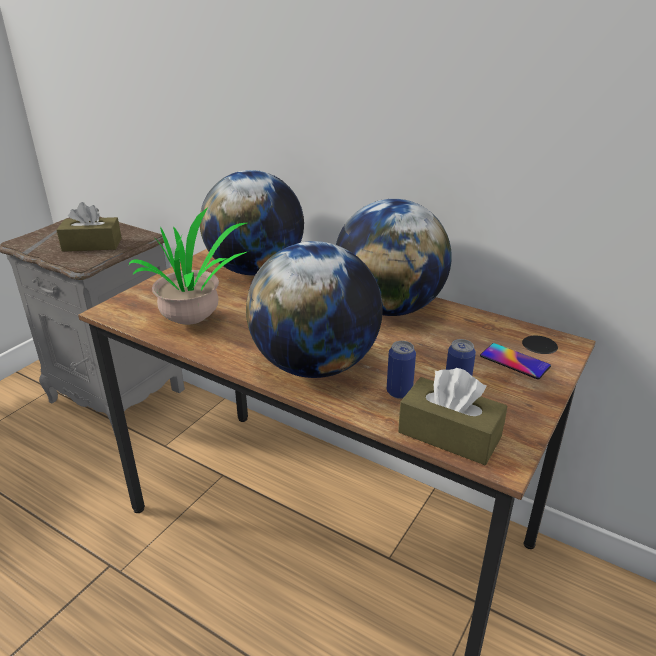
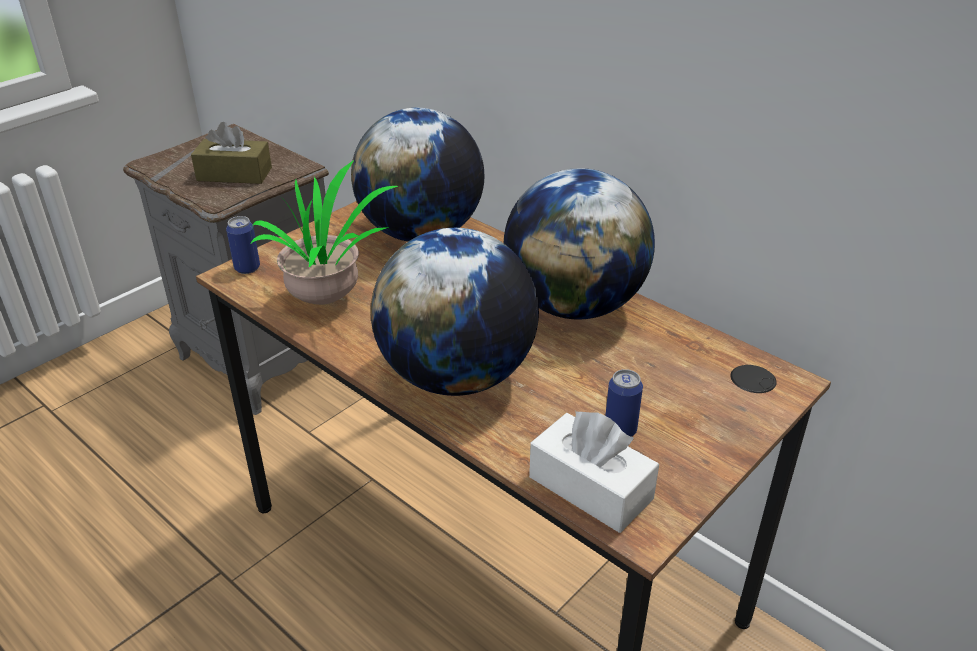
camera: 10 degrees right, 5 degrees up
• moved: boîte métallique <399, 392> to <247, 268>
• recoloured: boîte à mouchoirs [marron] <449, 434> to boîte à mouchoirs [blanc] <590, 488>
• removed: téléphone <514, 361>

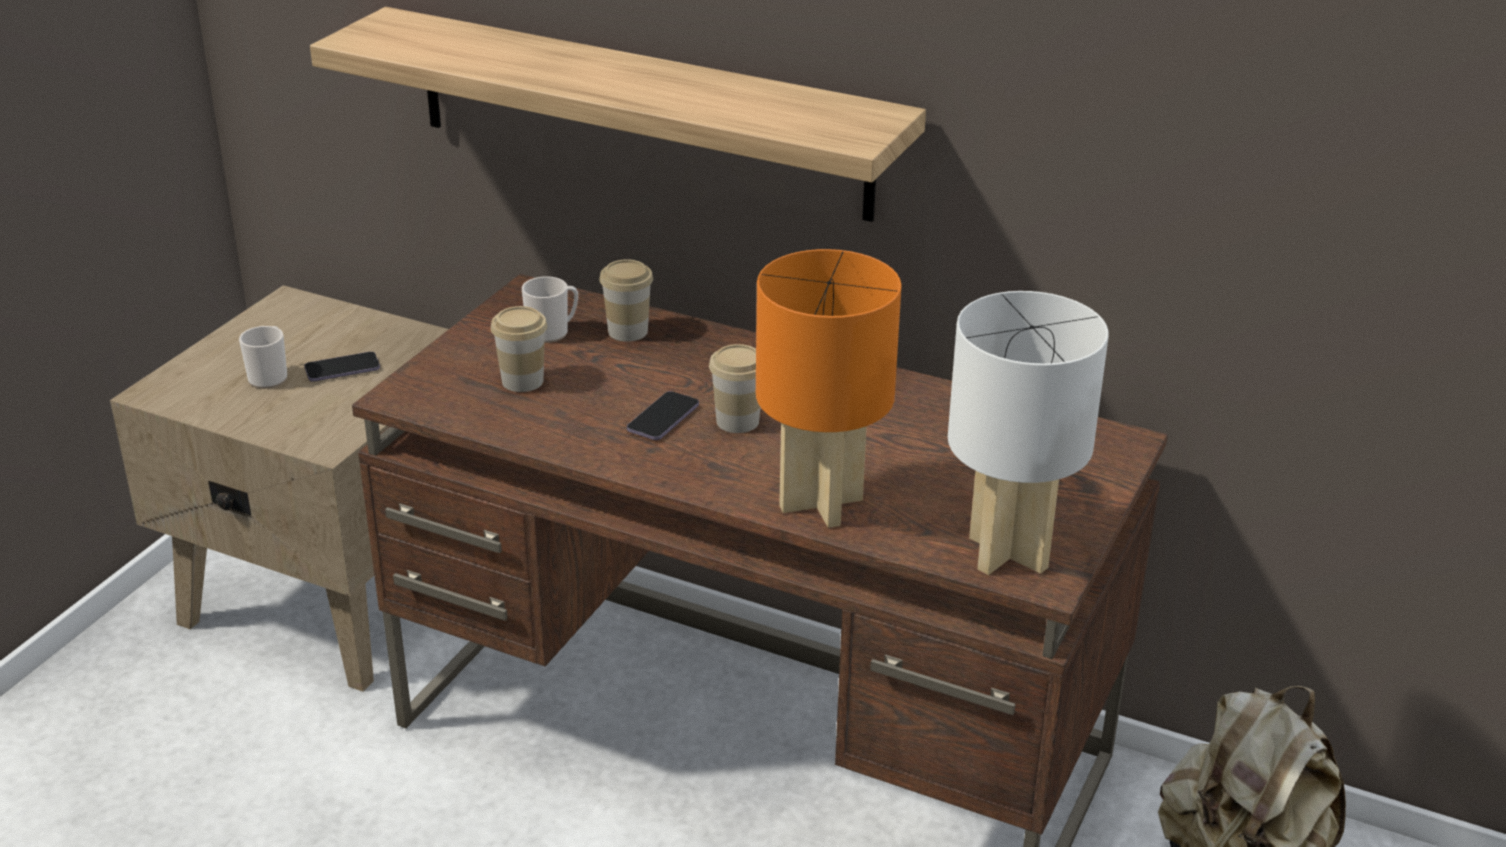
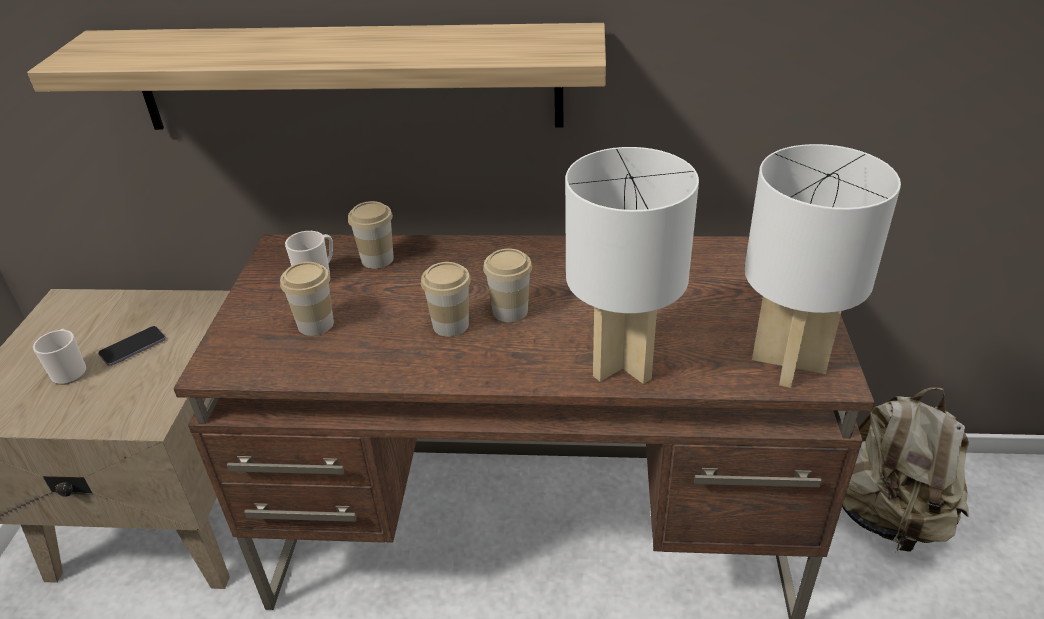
camera: 20 degrees left, 5 degrees up
• replaced: téléphone <663, 418> to tasse <450, 325>
• recoloured: lampe de table [orange] <819, 502> to lampe de table [blanc] <621, 363>

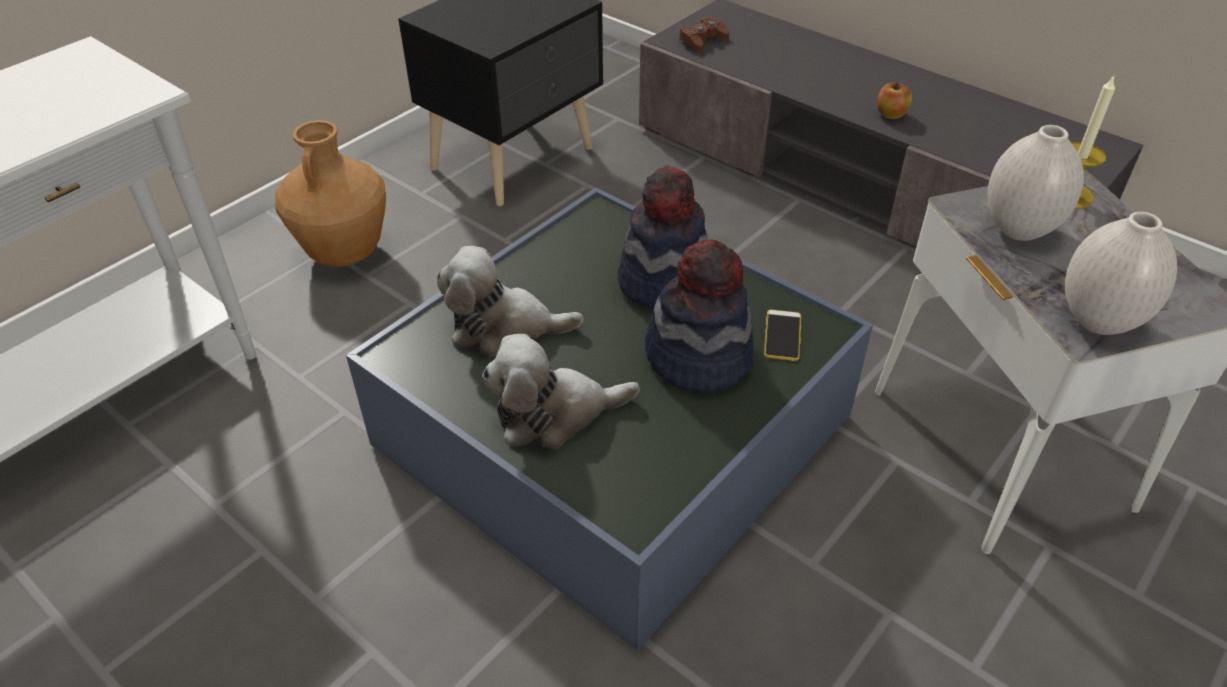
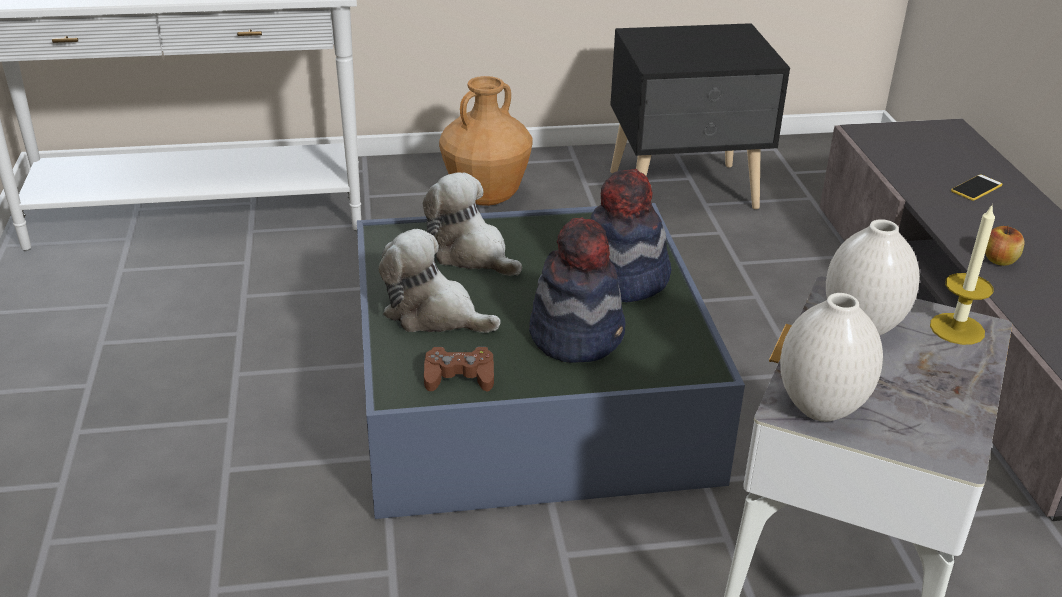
camera: 40 degrees right, 10 degrees down
• moved: manette [marron] <703, 41> to <459, 376>
• moved: téléphone <782, 336> to <976, 188>

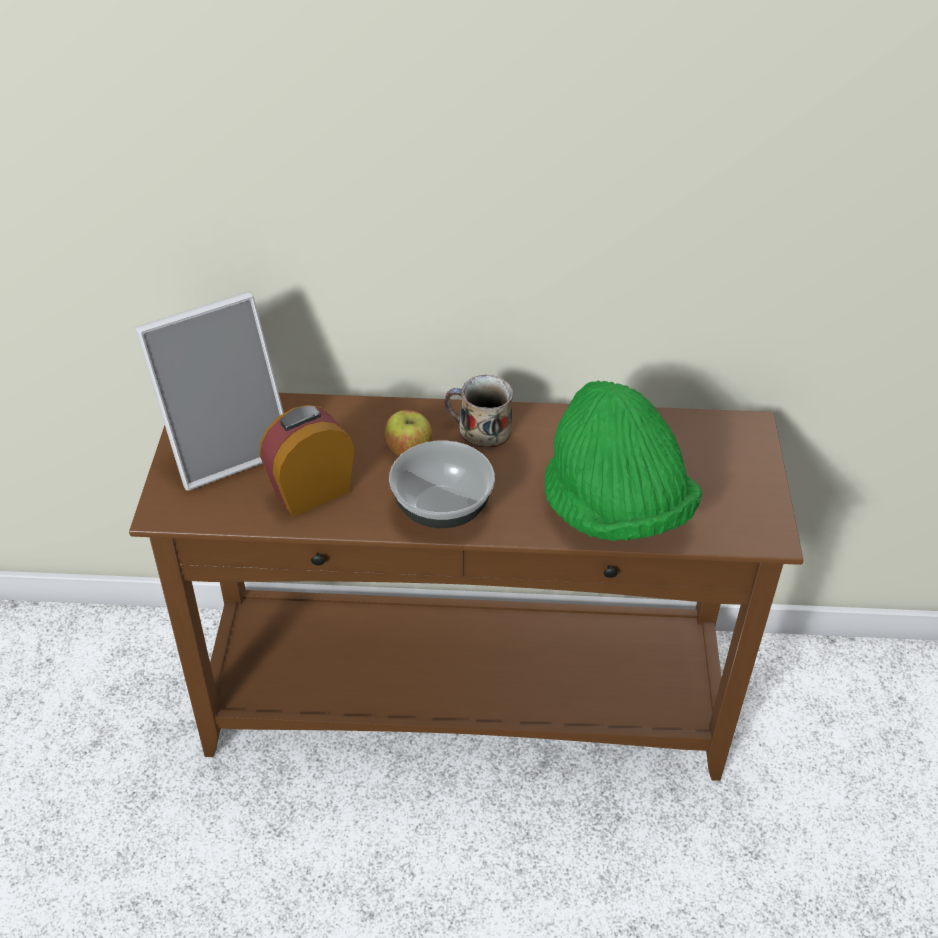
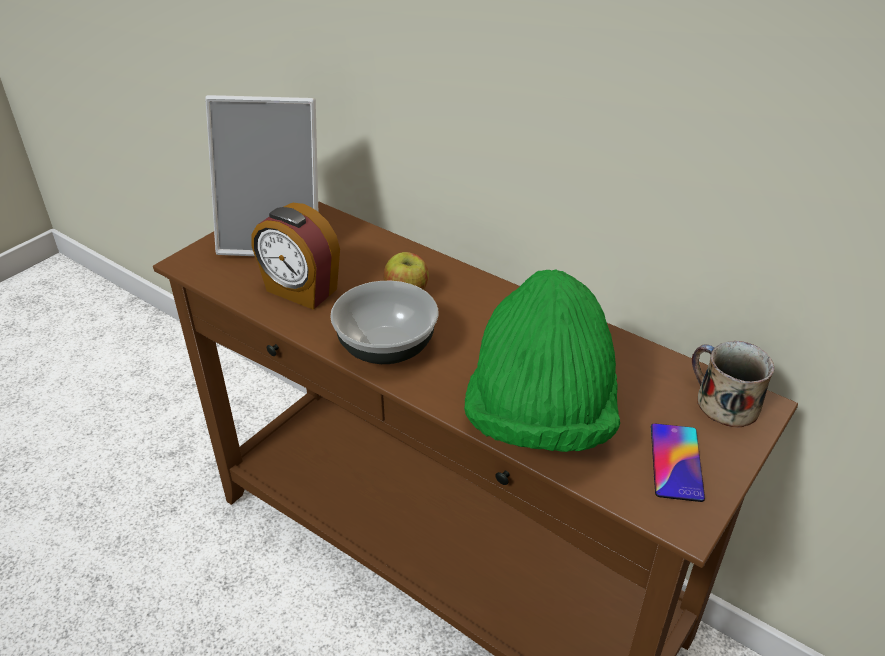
camera: 35 degrees right, 5 degrees down
• turned: réveil <310, 491> = <300, 291> 150 degrees counterclockwise
• added: téléphone <676, 462>
• moved: mug <481, 430> to <724, 403>

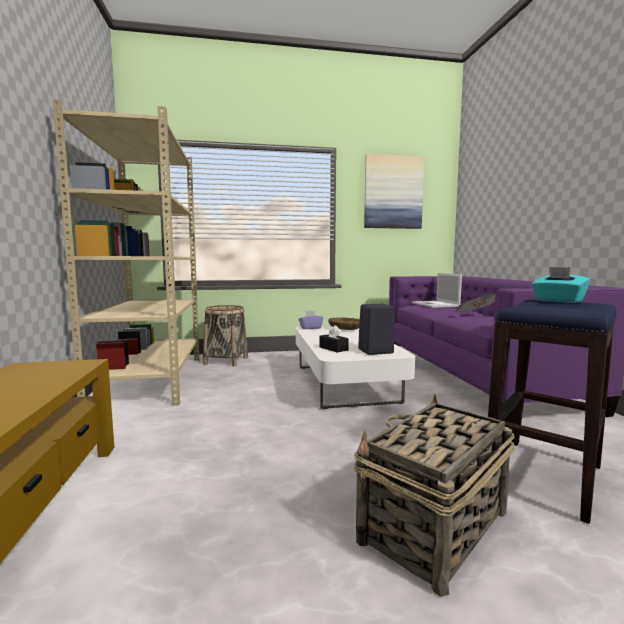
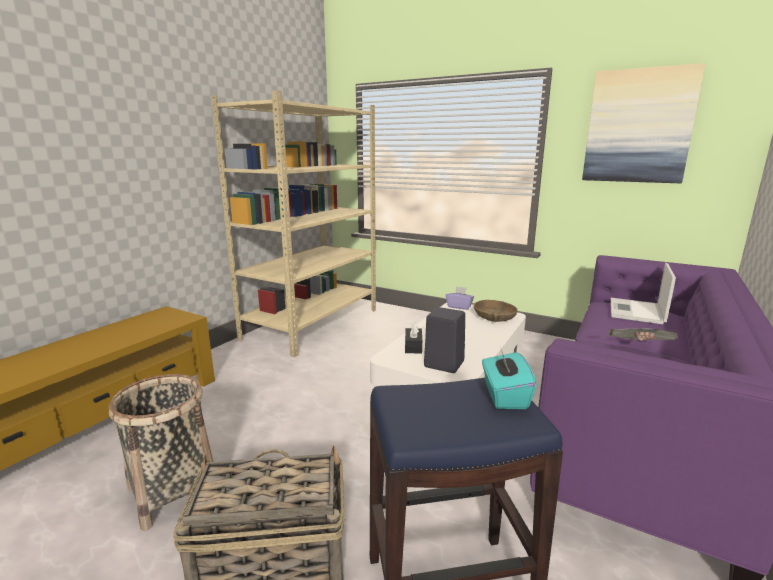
camera: 40 degrees right, 10 degrees up
• moved: panier <226, 361> to <173, 491>

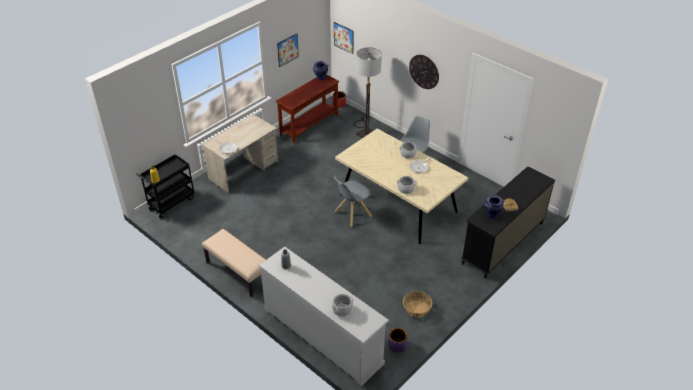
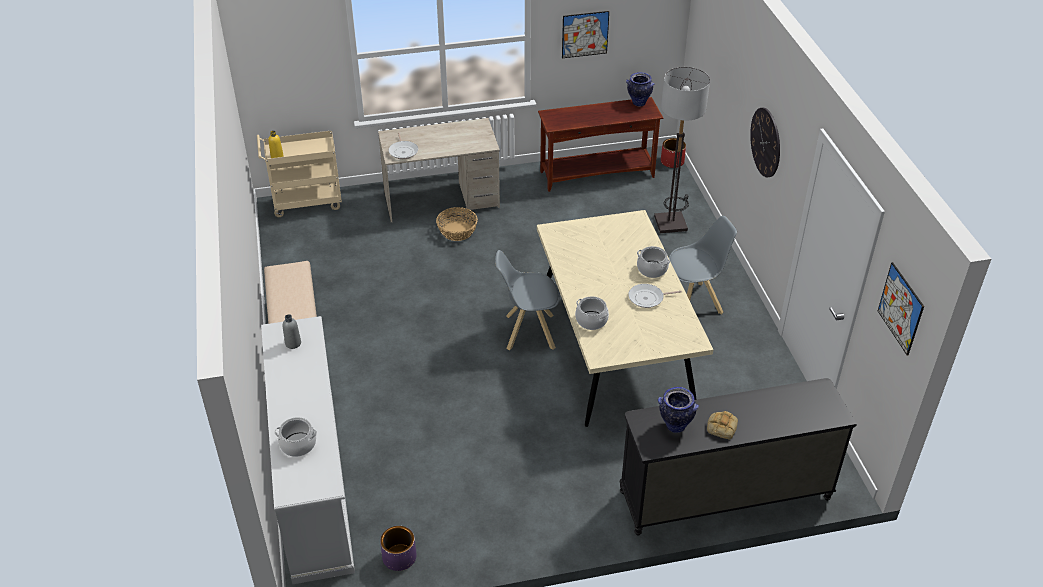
camera: 35 degrees right, 0 degrees up
• recoloured: chariot [noir] <171, 205> to chariot [beige] <305, 205>
• moved: panier <416, 309> to <457, 231>
• moved: tableau <343, 38> to <900, 308>

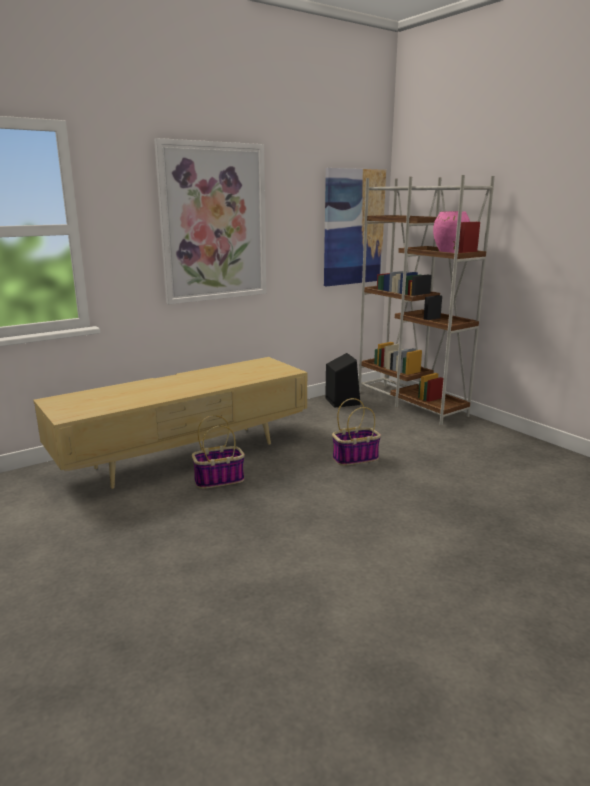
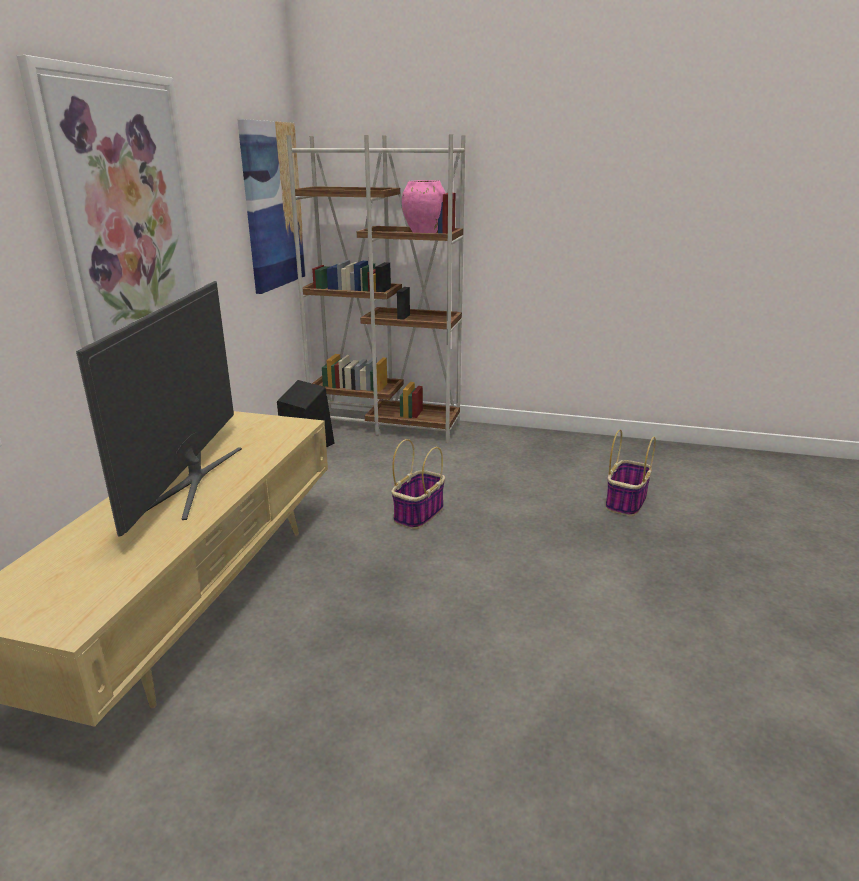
camera: 40 degrees left, 5 degrees up
• added: téléviseur <191, 479>
• moved: panier <219, 480> to <626, 501>

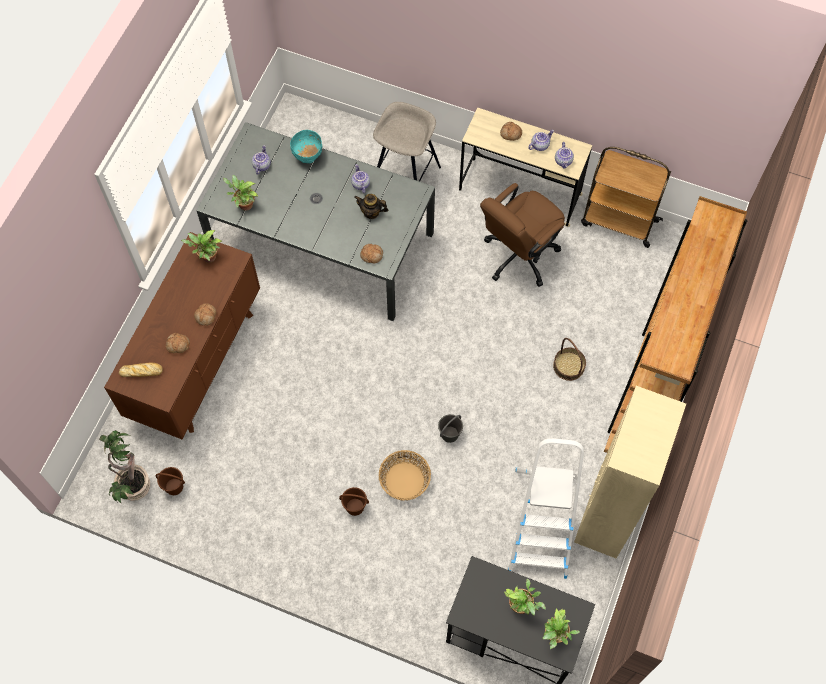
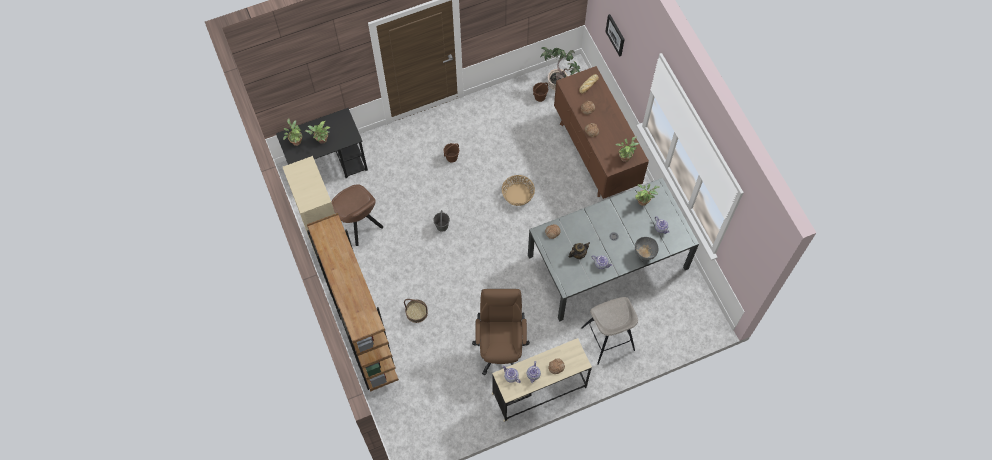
camera: 135 degrees right, 0 degrees up
• replaced: escabeau [blanc] <540, 522> to chaise [marron] <359, 224>
• moved: panier <404, 481> to <518, 194>
• added: tableau <615, 35>
• recoloured: bol [turquoise] <308, 157> to bol [gris] <644, 254>
• removed: chariot [marron] <618, 222>

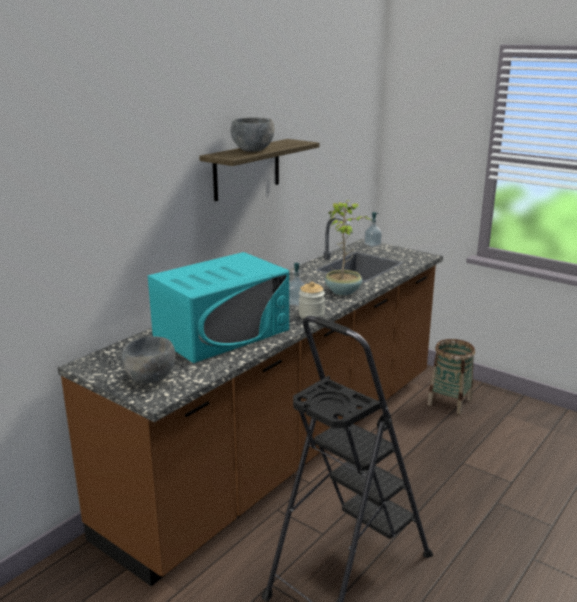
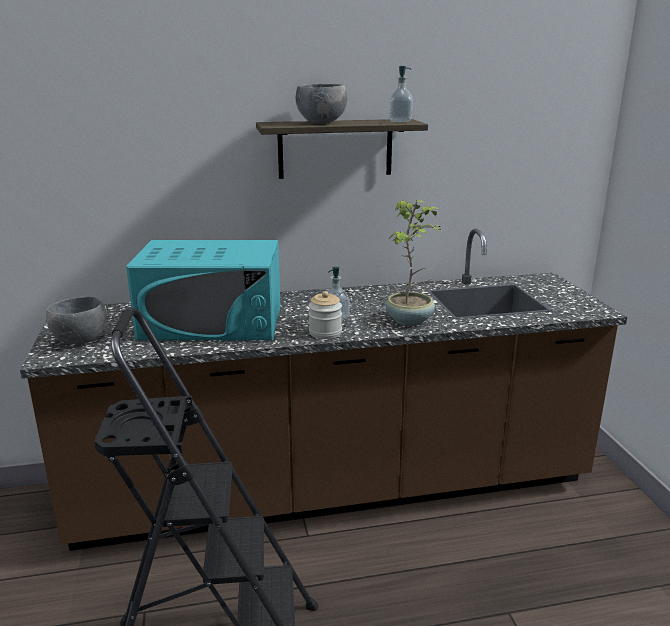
camera: 40 degrees right, 0 degrees up
• moved: distributeur de savon <372, 245> to <400, 121>
• removed: panier <449, 402>

